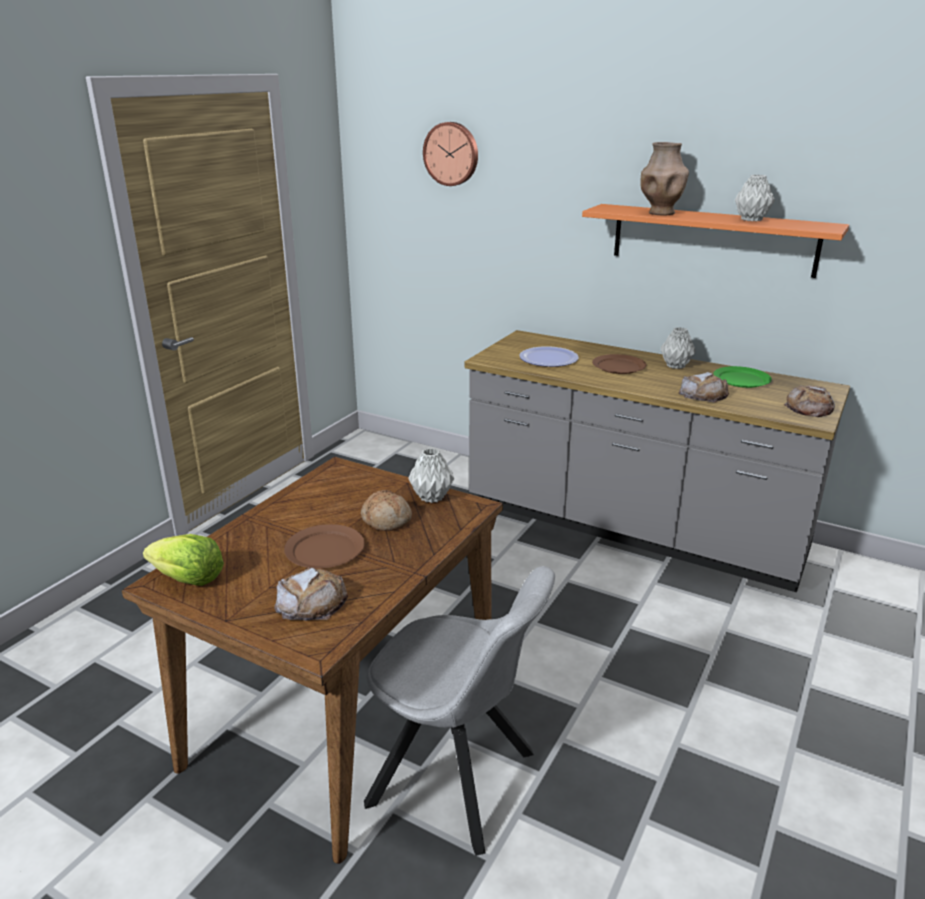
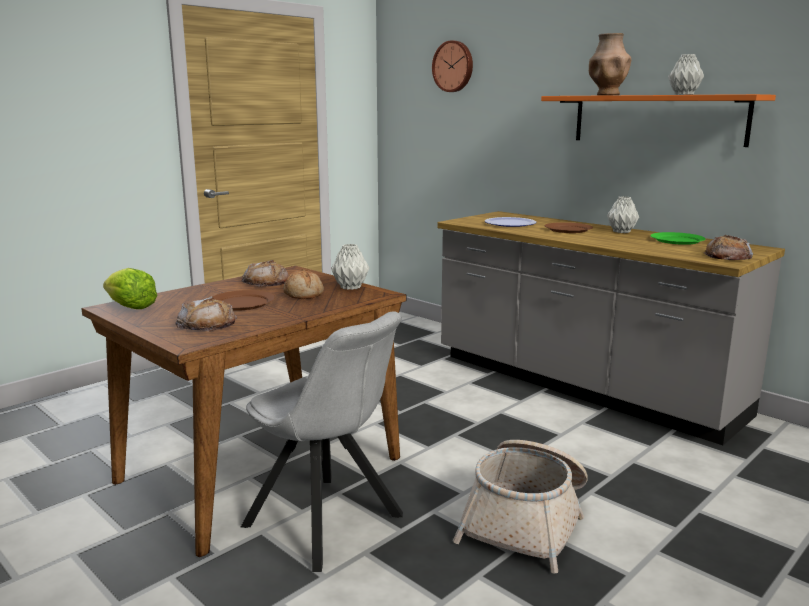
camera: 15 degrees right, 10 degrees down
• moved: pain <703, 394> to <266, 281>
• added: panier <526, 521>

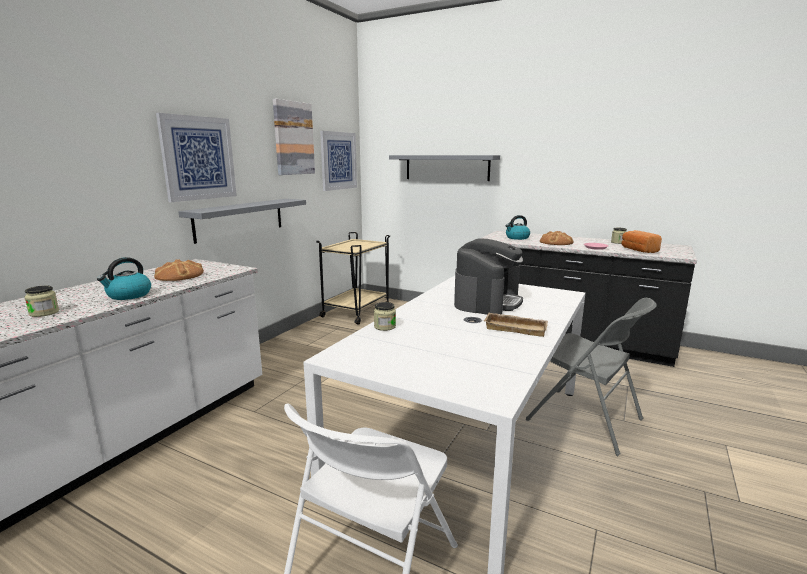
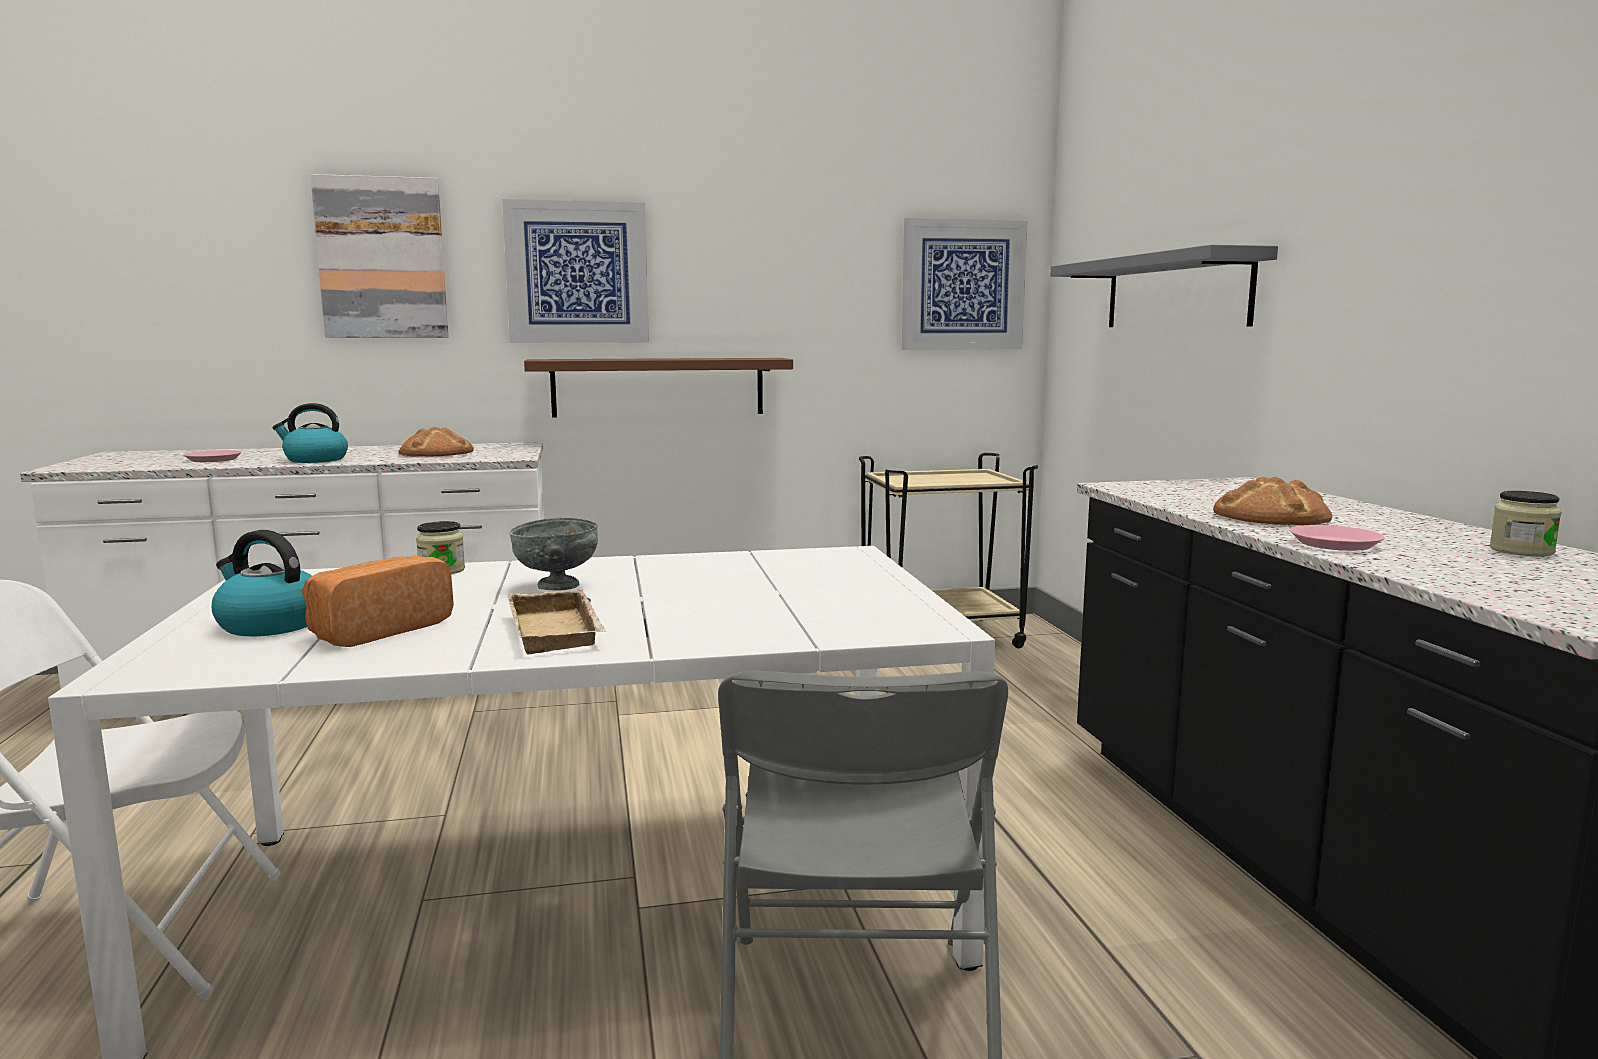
camera: 50 degrees right, 5 degrees down
• replaced: bocal <44, 313> to assiette [rose] <214, 460>
• moved: bouilloire <517, 238> to <269, 625>
• moved: pain <638, 250> to <377, 630>
• moved: tableau <293, 138> to <382, 258>
• added: bol [gris] <557, 586>
• recoloured: étagère [gris] <240, 219> to étagère [marron] <658, 387>
• removed: machine à café <487, 302>

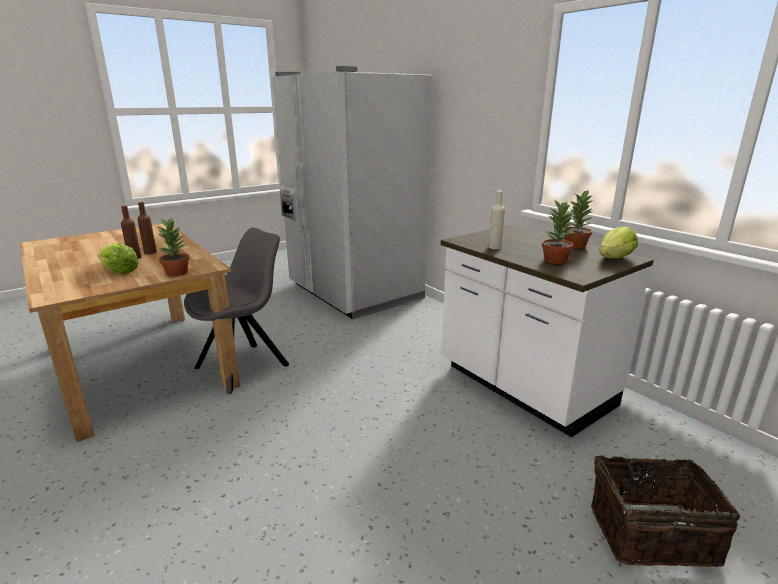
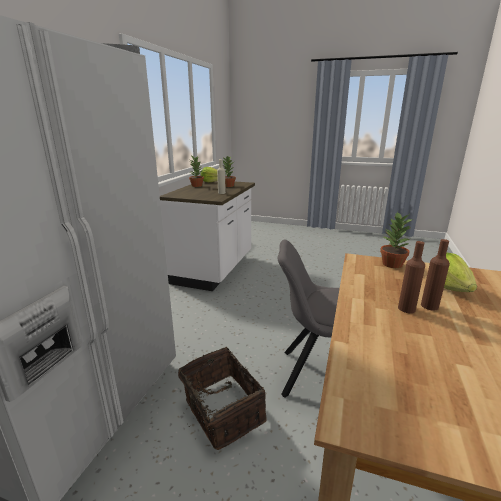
camera: 125 degrees left, 0 degrees up
• moved: panier <649, 531> to <221, 412>

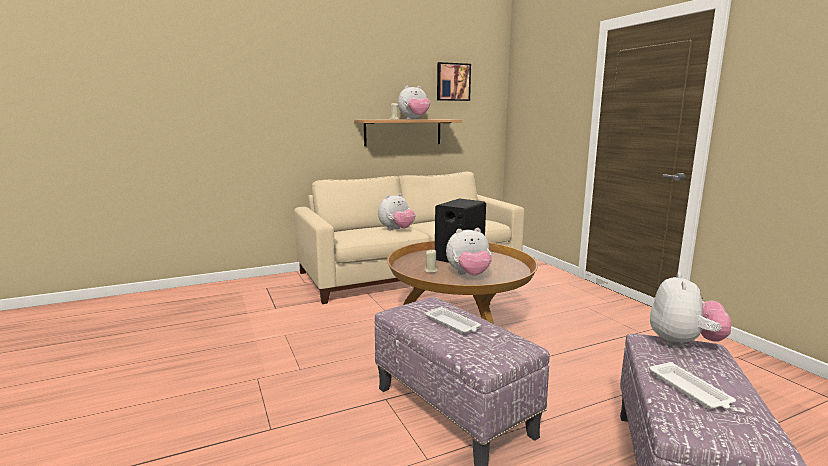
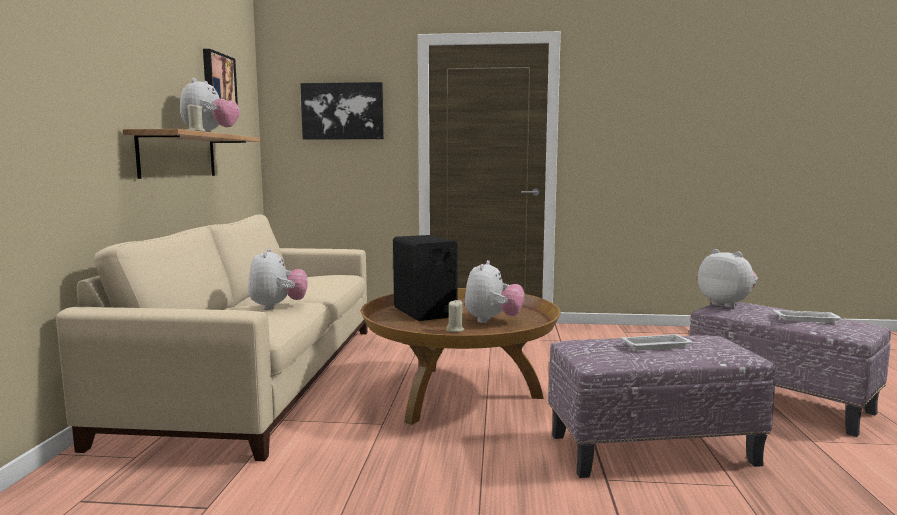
camera: 60 degrees left, 5 degrees down
• added: tableau <342, 111>

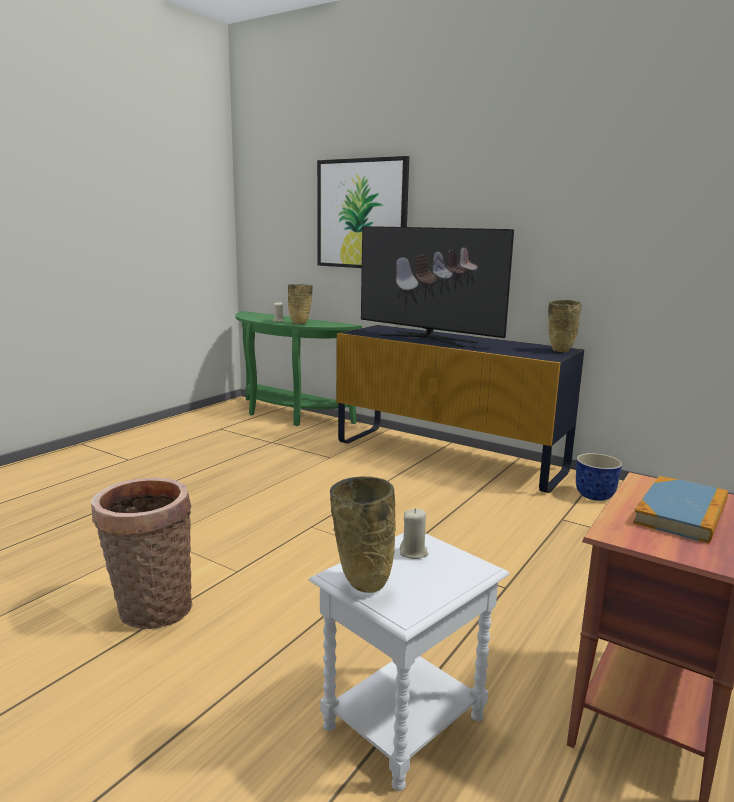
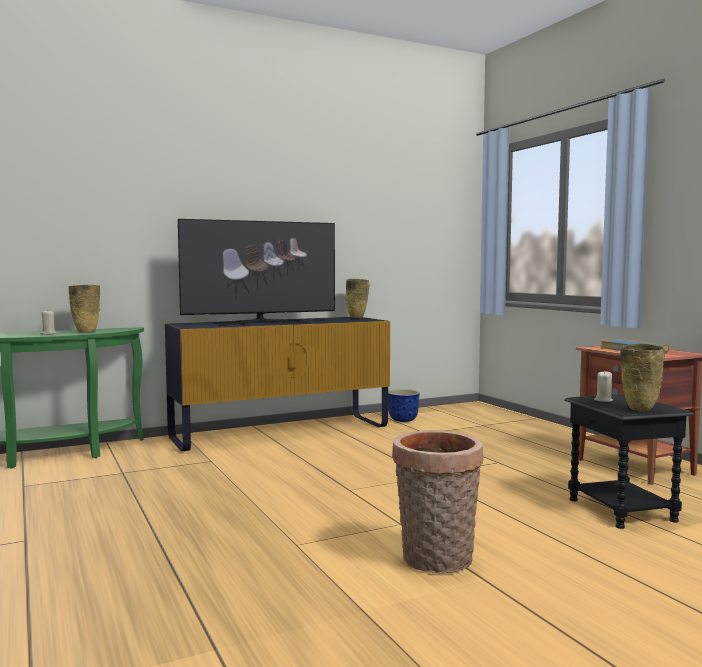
camera: 60 degrees left, 10 degrees down
• recoloured: table d'appoint [blanc] <406, 722> to table d'appoint [noir] <623, 509>
• removed: tableau <362, 214>

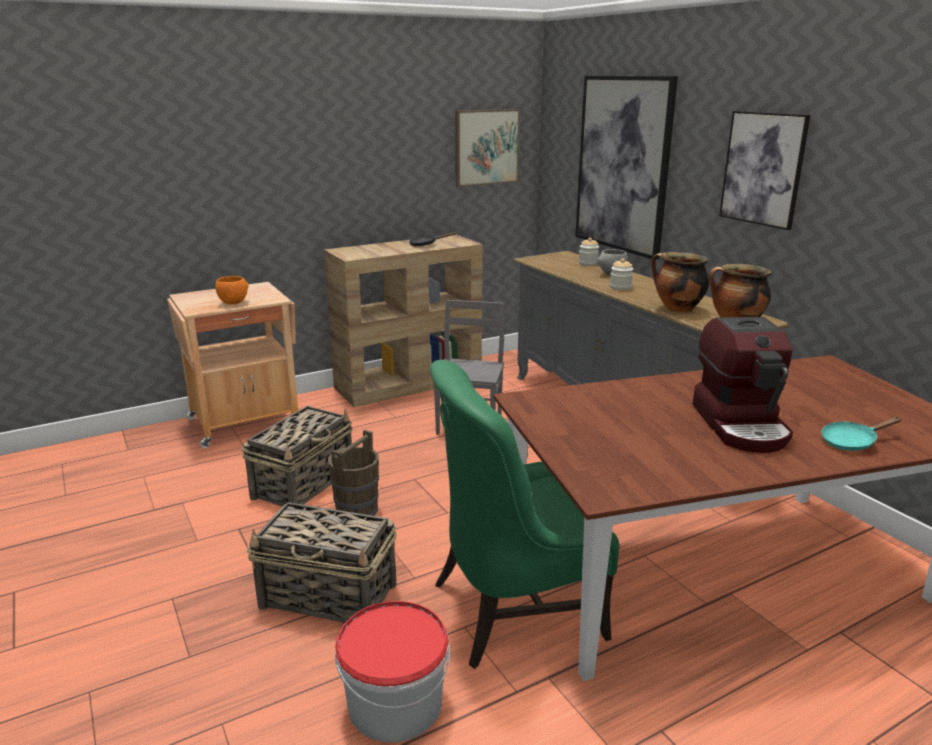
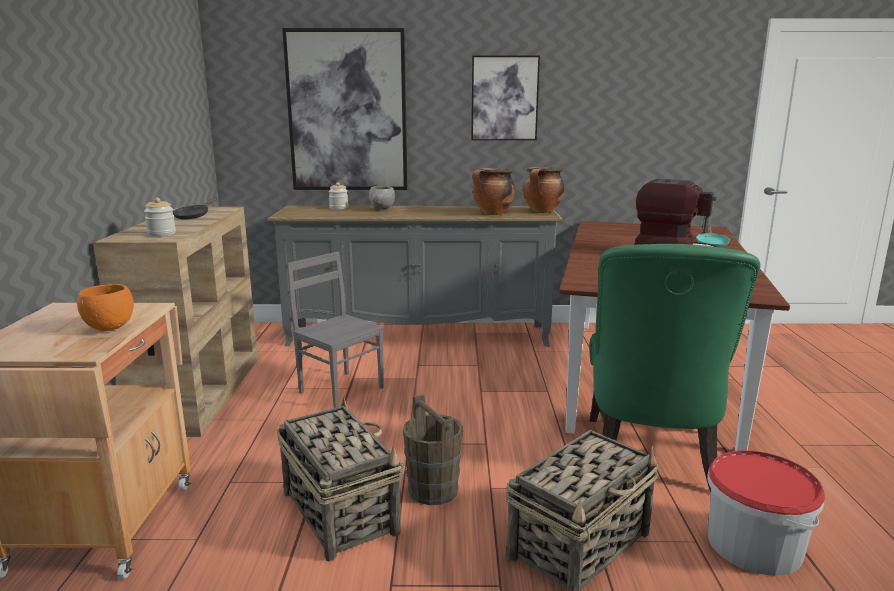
camera: 60 degrees left, 5 degrees down
• moved: bocal <620, 287> to <161, 234>
• removed: tableau <486, 147>

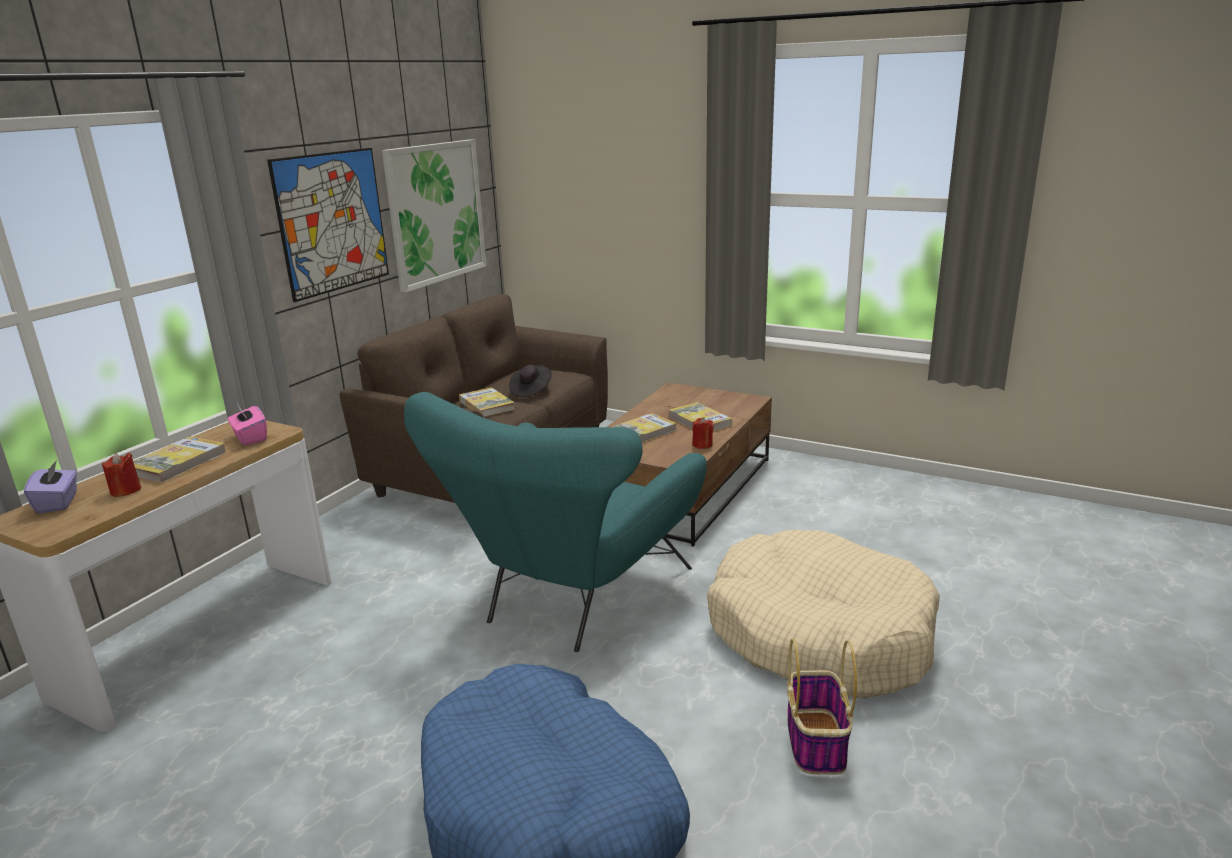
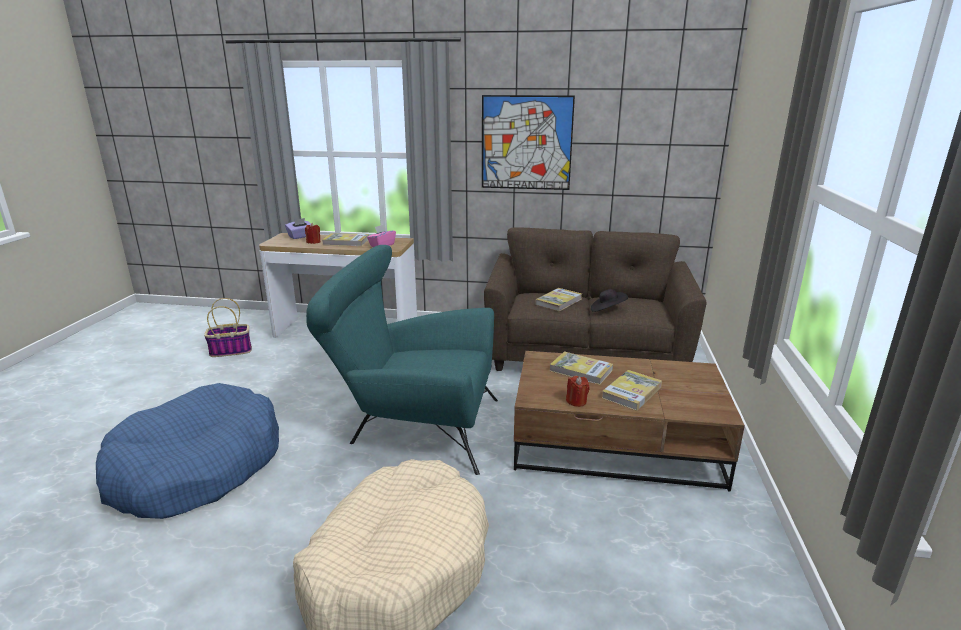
camera: 70 degrees right, 0 degrees up
• moved: panier <815, 741> to <231, 351>
• removed: tableau <436, 213>

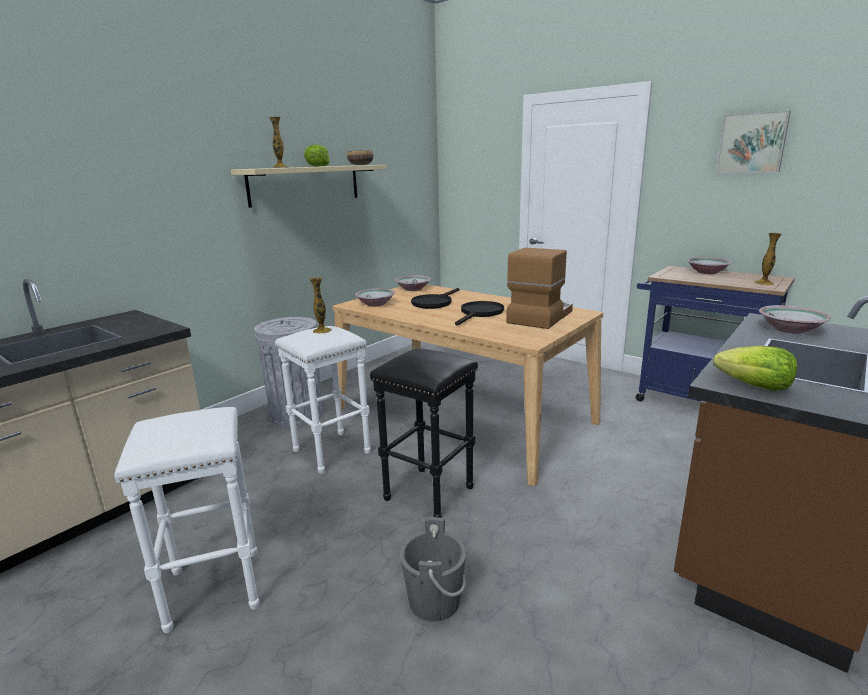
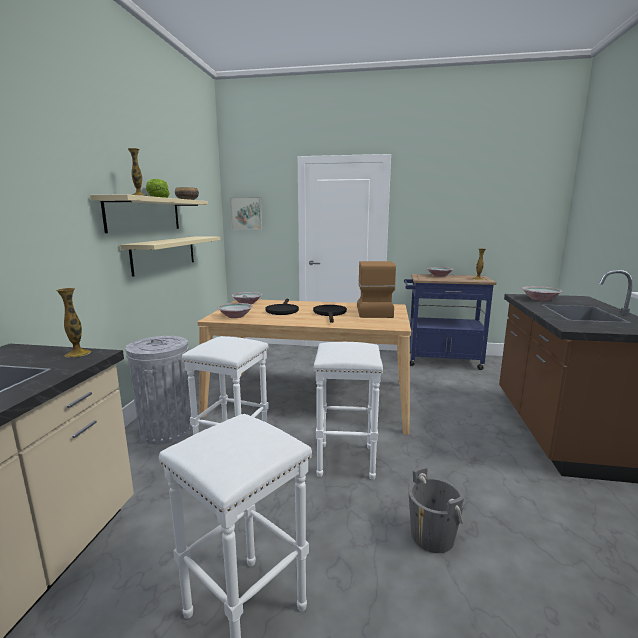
camera: 30 degrees left, 5 degrees down
• moved: vase <322, 331> to <78, 353>
• added: étagère [beige] <165, 254>
• moved: tableau <752, 143> to <246, 213>
• recoloured: tabouret [noir] <427, 493> to tabouret [blanc] <344, 461>
• removed: laitue <755, 386>

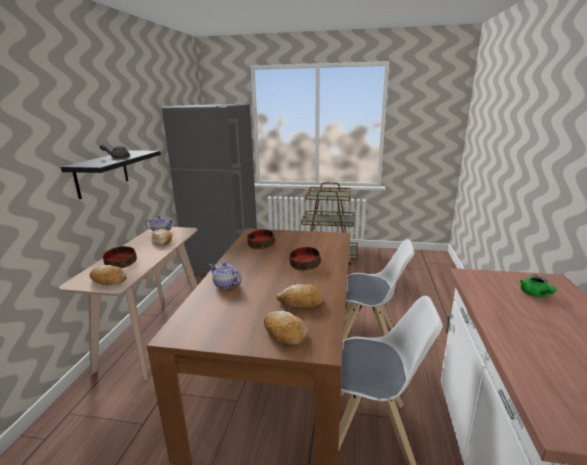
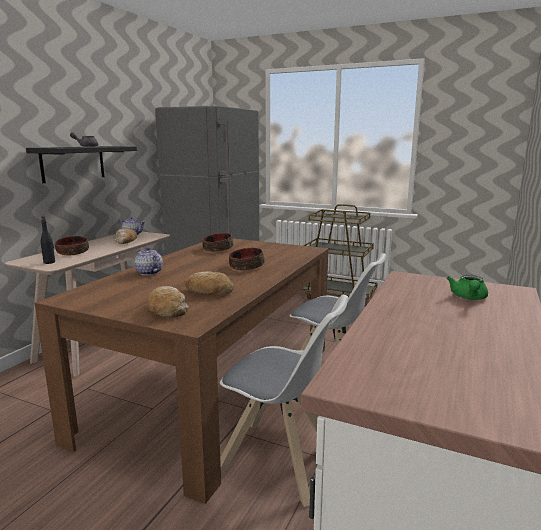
camera: 15 degrees right, 5 degrees down
• replaced: pain <108, 281> to bouteille [noir] <49, 262>

